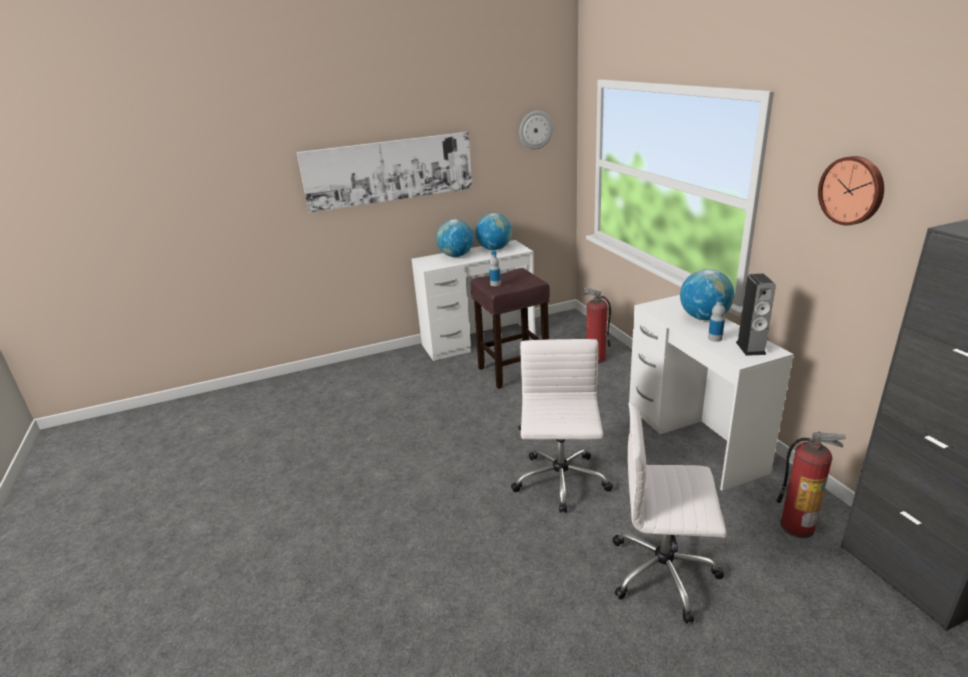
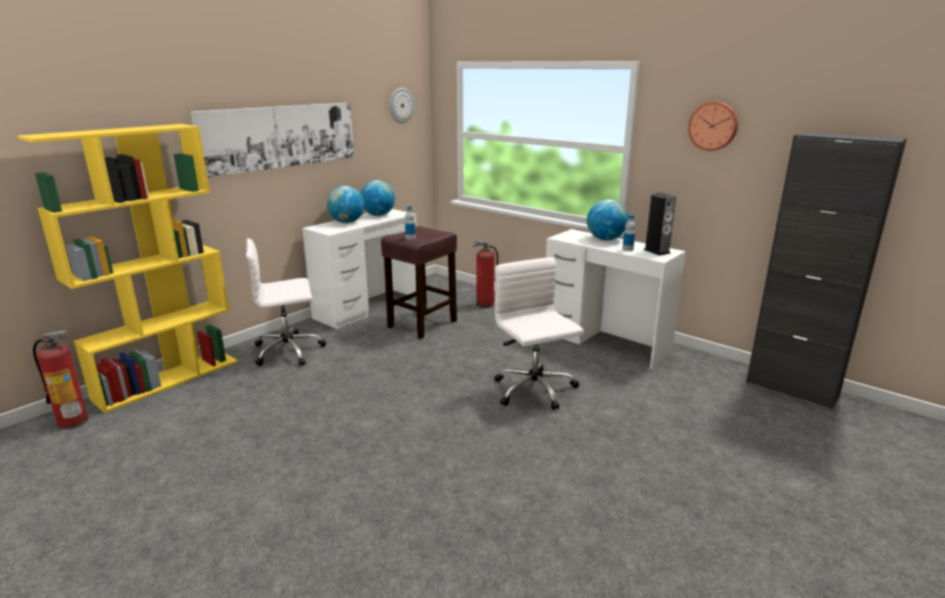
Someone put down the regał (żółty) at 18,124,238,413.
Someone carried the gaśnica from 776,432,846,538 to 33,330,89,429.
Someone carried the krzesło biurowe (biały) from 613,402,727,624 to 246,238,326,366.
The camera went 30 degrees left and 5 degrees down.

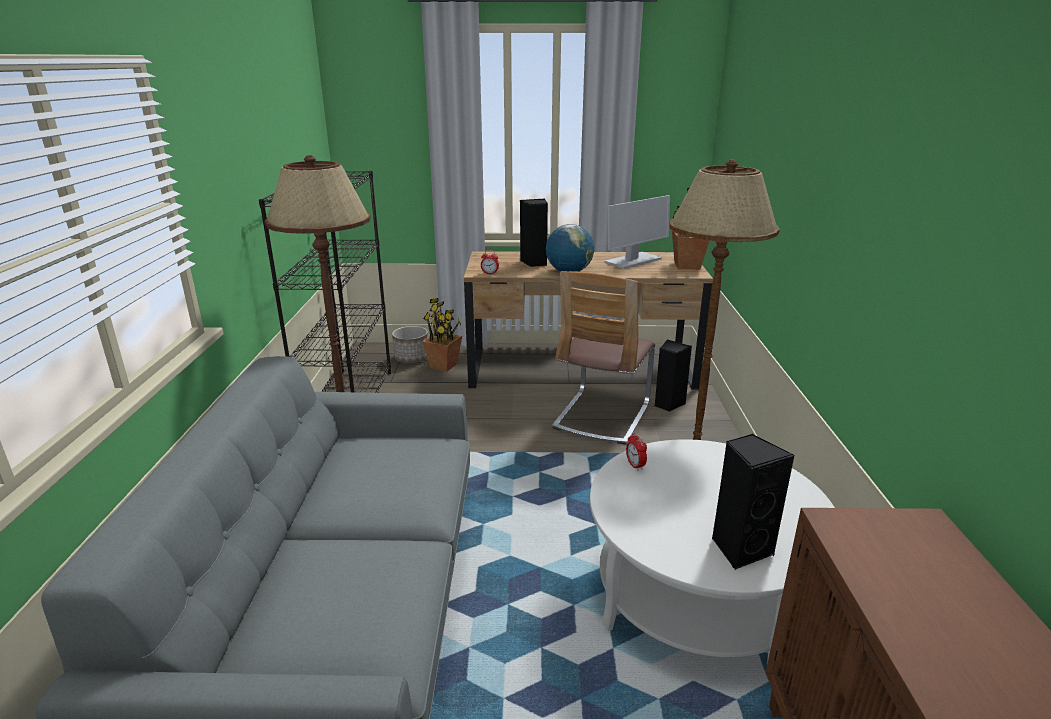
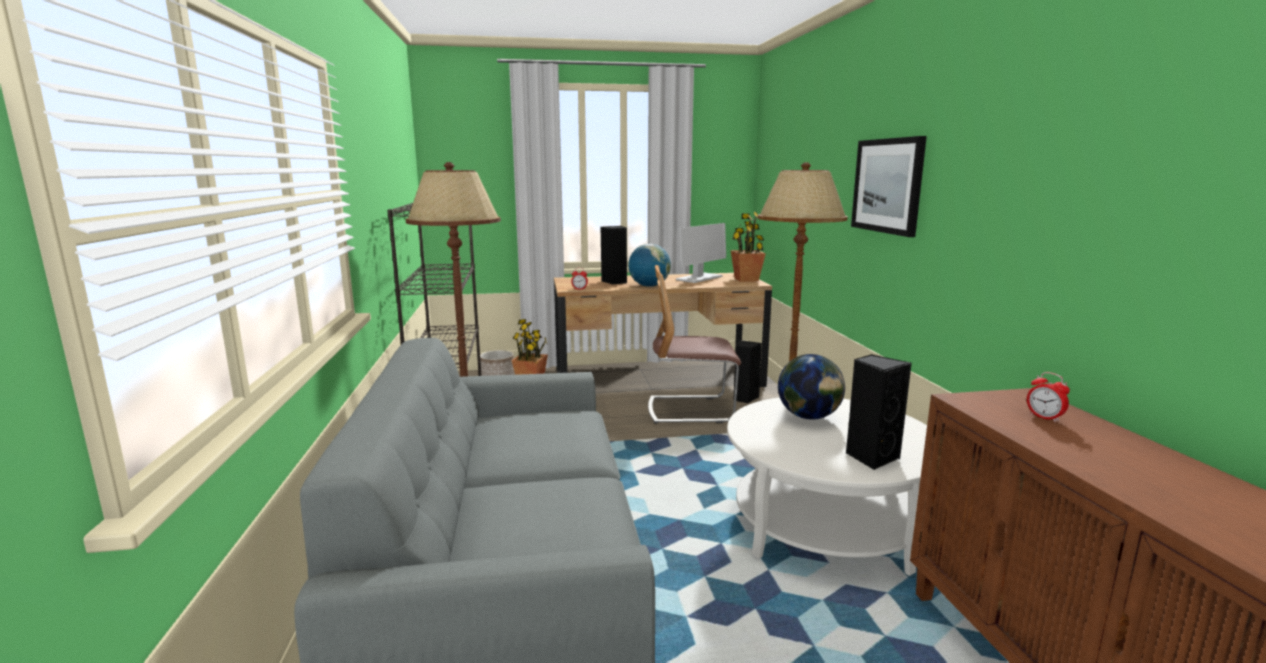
Someone rotated the krzesło at 552,271,655,444 by 75 degrees clockwise.
Someone put down the globus at 778,354,845,420.
Someone put up the obraz at 851,136,927,237.
Someone carried the budzik from 626,432,647,471 to 1027,372,1070,422.
The camera went 10 degrees left and 10 degrees down.

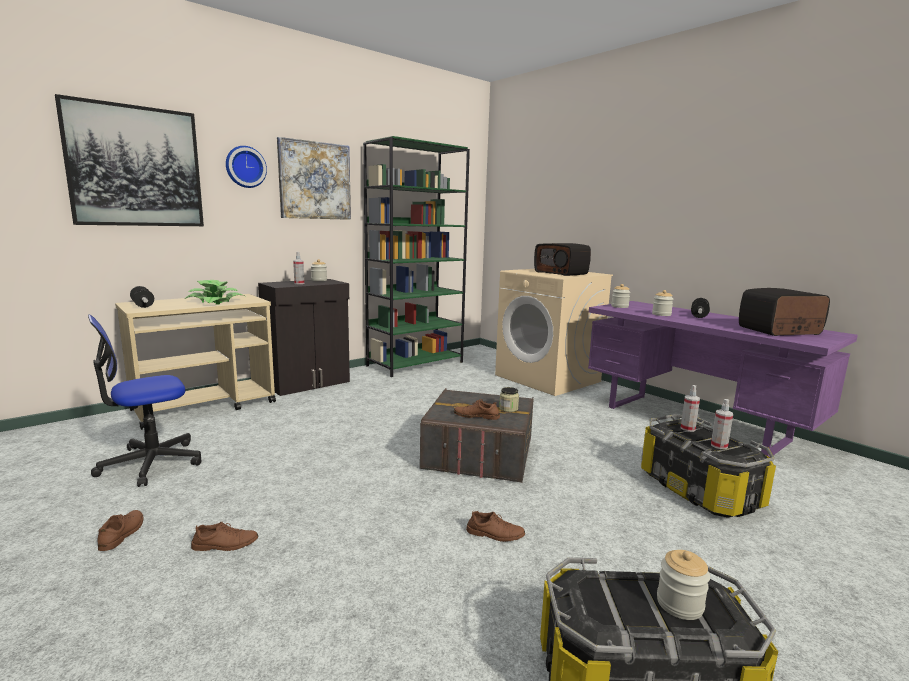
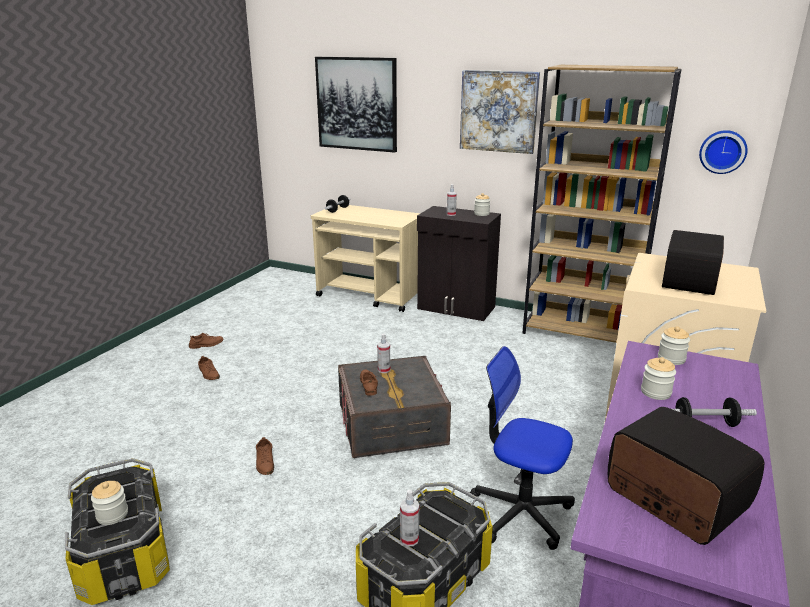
Someone carried the spryskiwacz from 681,385,700,432 to 377,333,390,373.
Someone carried the krzesło biurowe from 88,314,202,487 to 470,346,575,550.
Someone repainted the regał (zielony) at 363,136,470,377, which became the regał (brązowy) at 522,65,681,343.
Someone carried the zegar ścienny from 226,146,267,188 to 699,130,748,174.
Someone took away the roślina doniczkowa at 185,280,243,304.
Someone took away the słoik at 499,387,519,412.
The camera went 65 degrees right and 10 degrees up.

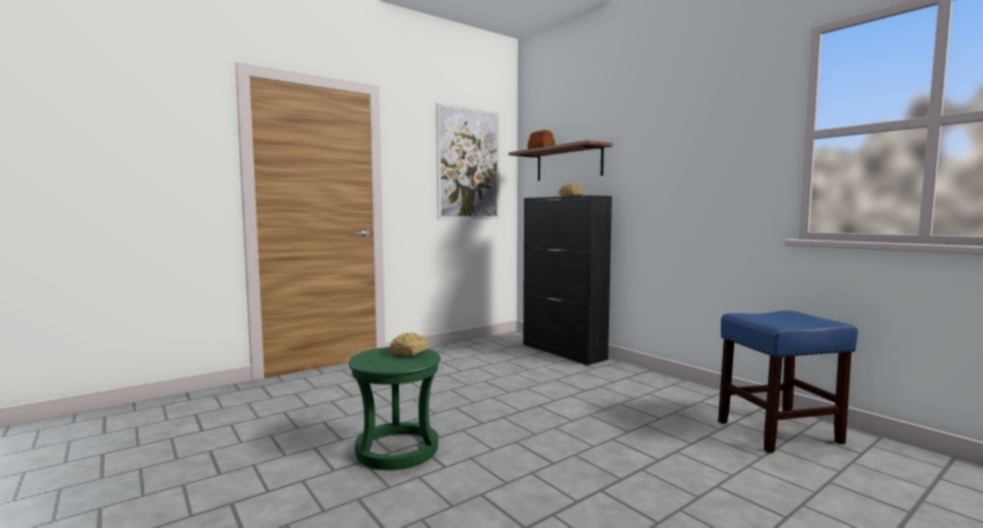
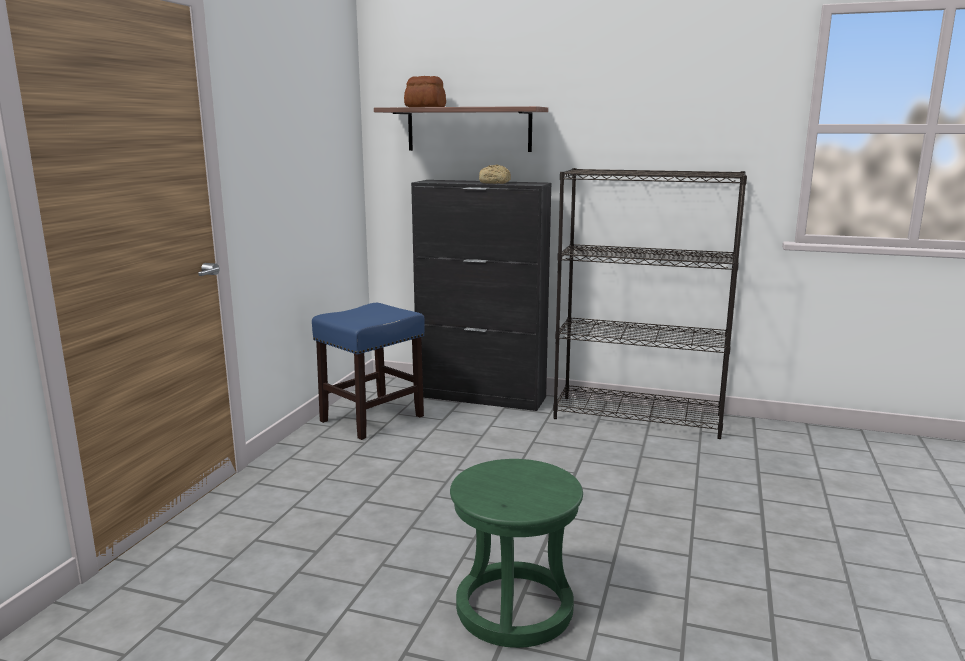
Someone carried the stołek (niebieski) from 718,311,858,453 to 312,303,425,440.
Someone put down the regał (czarny) at 553,168,747,439.
Someone took away the chleb at 389,332,429,357.
Someone took away the obraz at 436,103,500,220.
The camera went 35 degrees left and 10 degrees up.

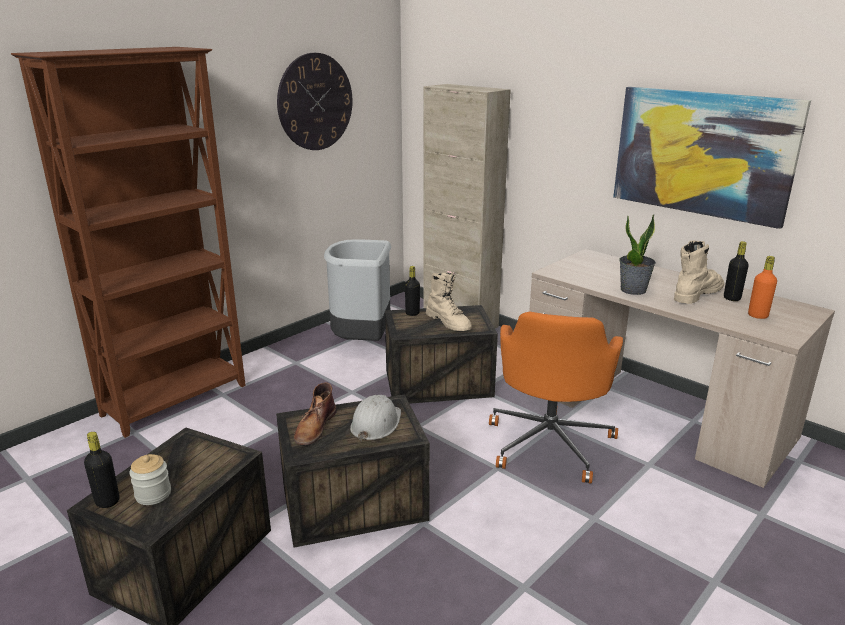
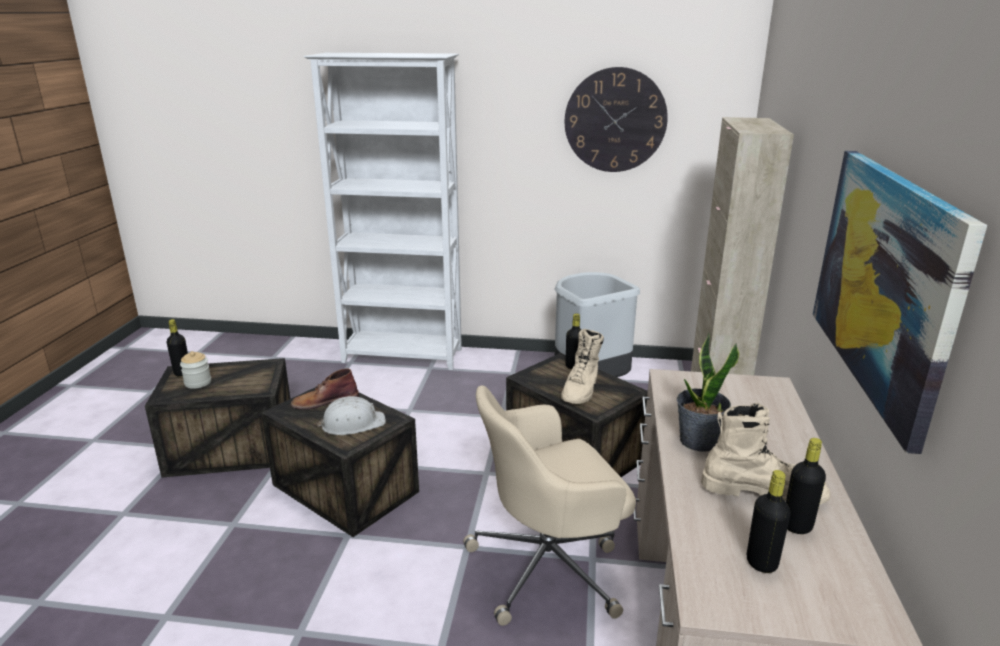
Someone repainted the regał (brązowy) at 11,47,246,438, which became the regał (biały) at 304,53,462,370.
Someone repainted the krzesło biurowe (pomarańczowy) at 489,312,623,484, which became the krzesło biurowe (beżowy) at 463,385,636,626.
Someone repainted the butelka (pomarańczowy) at 748,256,777,319, which became the butelka (czarny) at 747,470,790,573.
The camera went 55 degrees right and 0 degrees up.

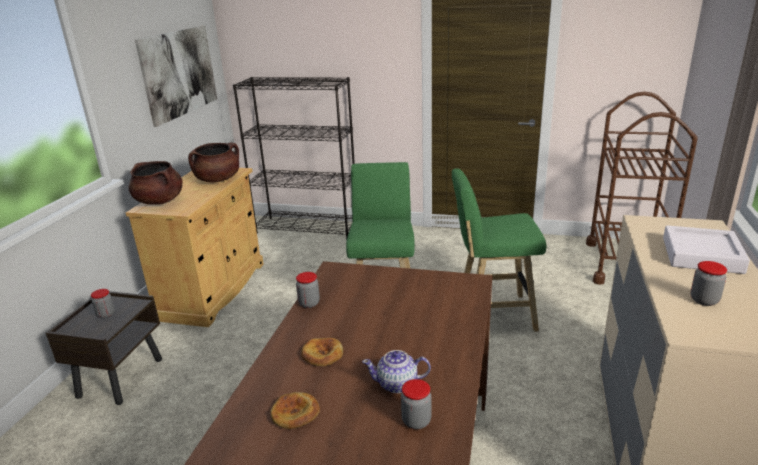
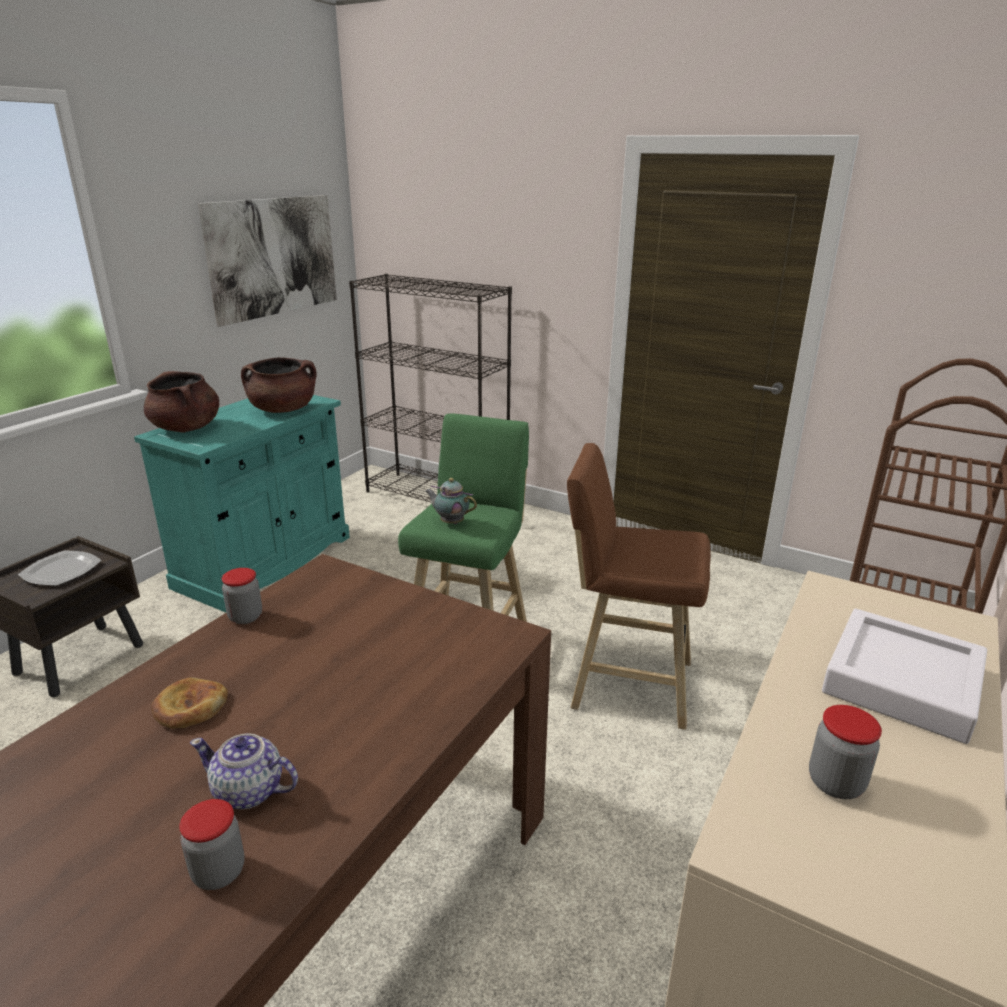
Someone swapped the słoik at 91,289,115,318 for the talerz at 18,550,102,586.
Someone repainted the szafka (beżowy) at 126,168,264,327, which became the szafka (turkusowy) at 134,395,350,612.
Someone put down the imbryk at 425,478,477,524.
Someone repainted the stołek (zielony) at 452,168,546,332, which became the stołek (brązowy) at 567,443,711,730.
Someone took away the chleb at 270,392,320,429.
The camera went 15 degrees right and 0 degrees up.

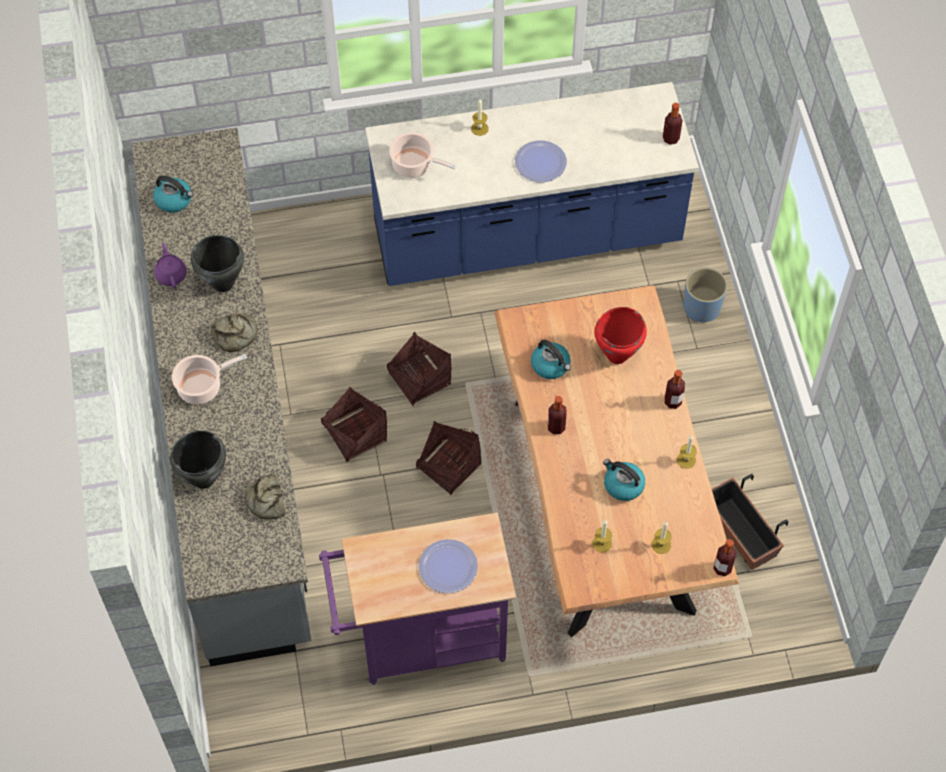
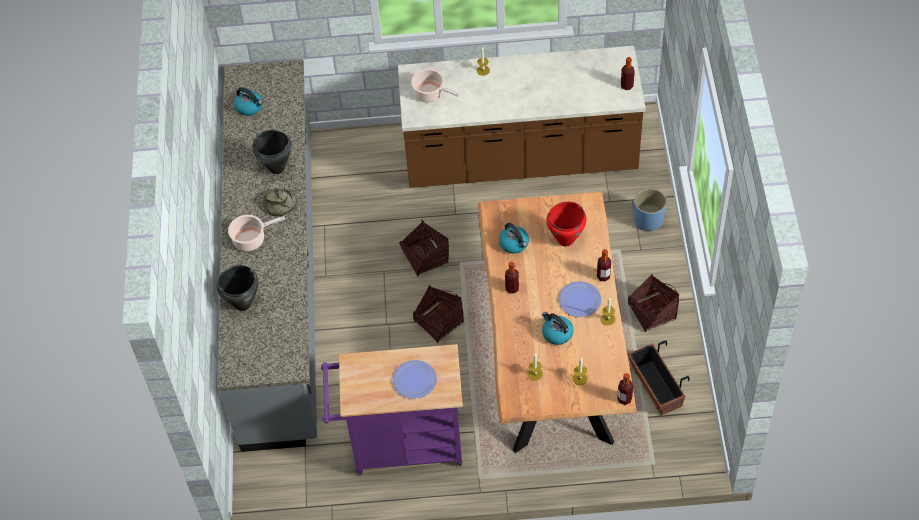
Someone repainted the zabudowa kuchenna (niebieski) at 365,82,699,286, which became the zabudowa kuchenna (brązowy) at 398,46,645,188.
Someone carried the talerz from 515,140,567,182 to 558,281,601,317.
Someone carried the koszyk from 321,387,387,462 to 628,274,679,332.
Someone took away the imbryk (fioletowy) at 154,242,187,288.
Someone took away the chleb at 245,475,285,520.
The camera went 10 degrees right and 5 degrees down.

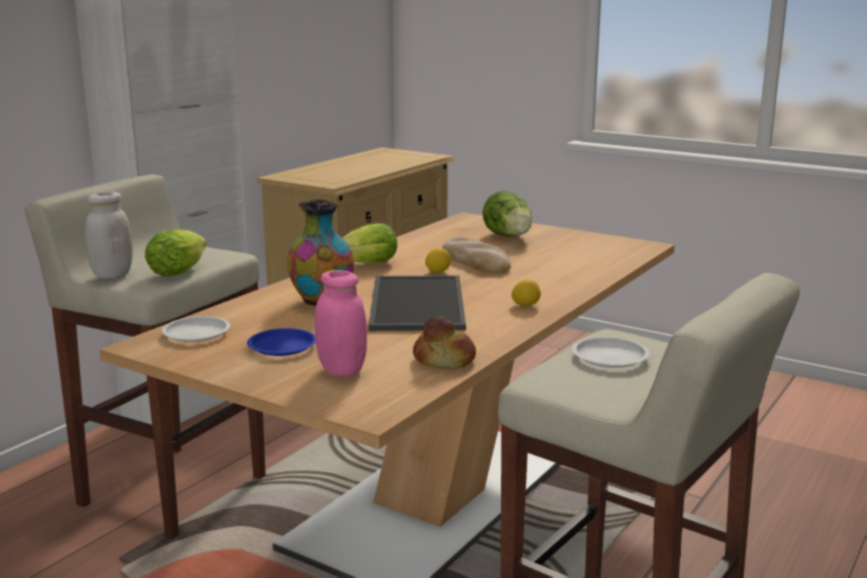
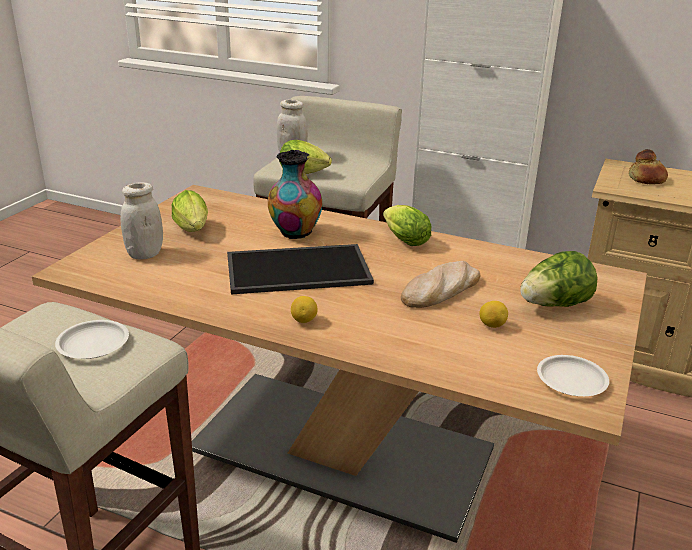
Someone repainted the słoik (różowy) at 315,270,367,377, which became the słoik (biały) at 120,182,163,260.
Someone swapped the talerz (niebieski) at 247,328,316,356 for the sałata at 172,190,208,232.
Someone carried the cytryna from 425,248,451,273 to 479,301,508,328.
Someone carried the talerz (biały) from 162,316,230,342 to 537,355,609,396.
Someone carried the chleb from 413,316,476,369 to 629,149,668,184.
The camera went 80 degrees right and 10 degrees up.

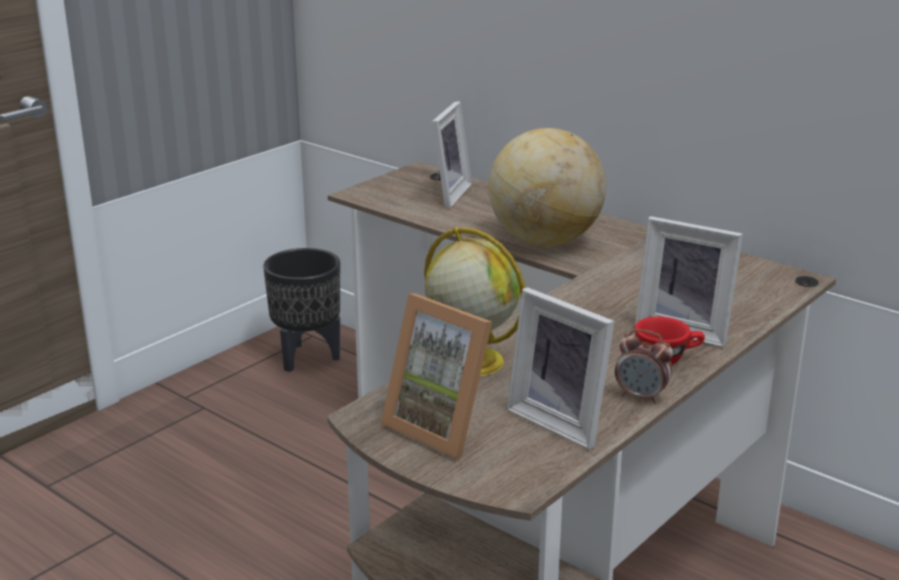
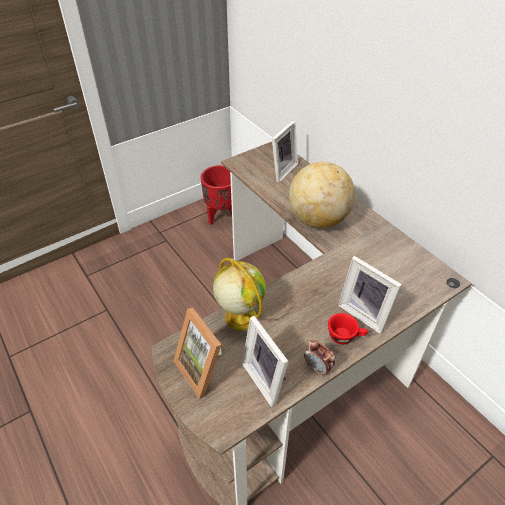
Someone repainted the donica (czarny) at 263,248,340,372, which became the donica (czerwony) at 201,165,232,225.
The camera went 15 degrees right and 20 degrees up.

